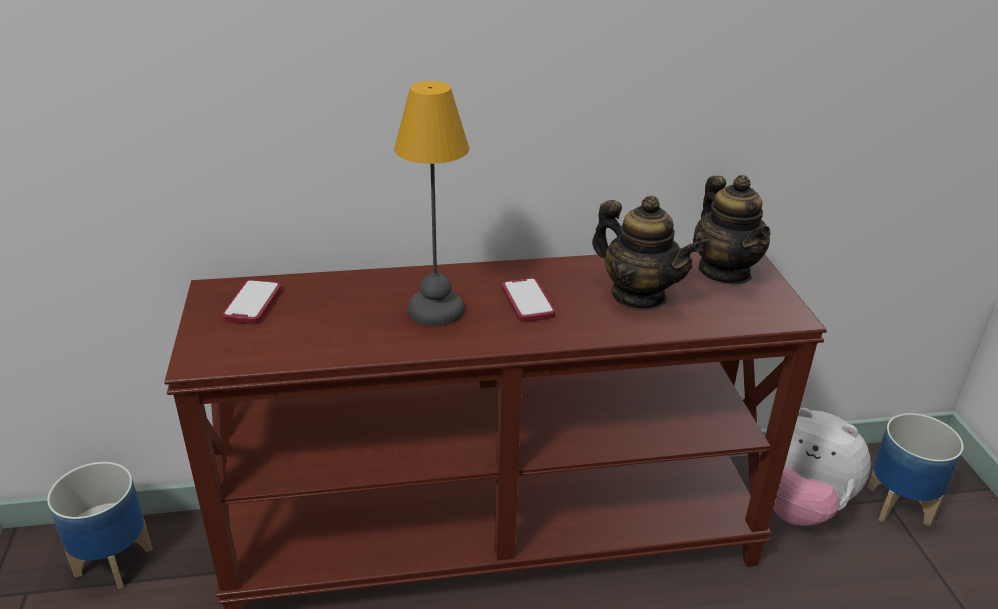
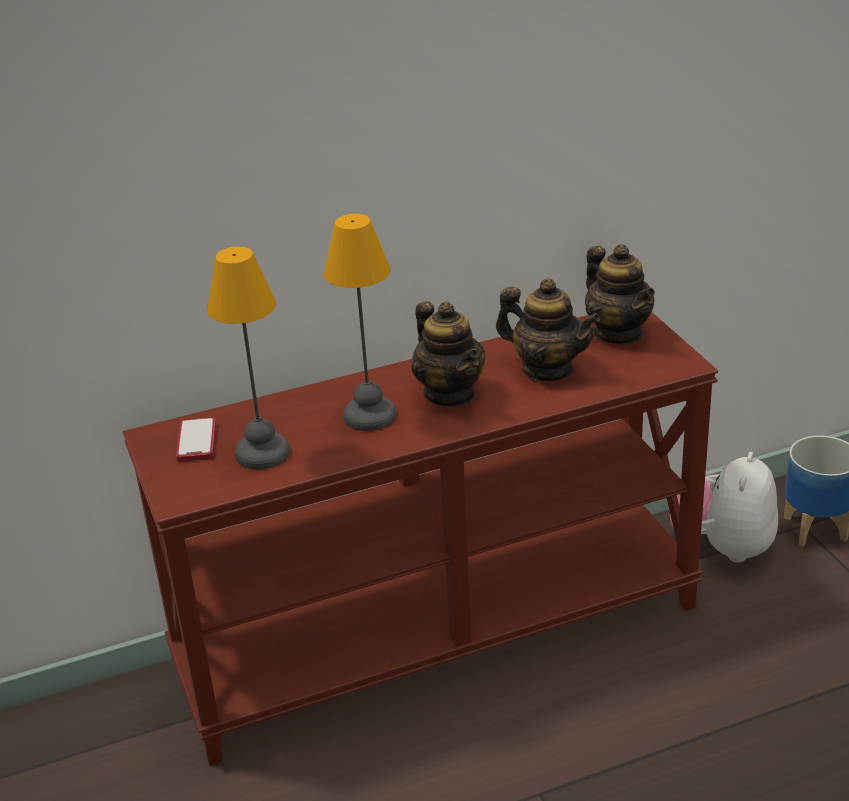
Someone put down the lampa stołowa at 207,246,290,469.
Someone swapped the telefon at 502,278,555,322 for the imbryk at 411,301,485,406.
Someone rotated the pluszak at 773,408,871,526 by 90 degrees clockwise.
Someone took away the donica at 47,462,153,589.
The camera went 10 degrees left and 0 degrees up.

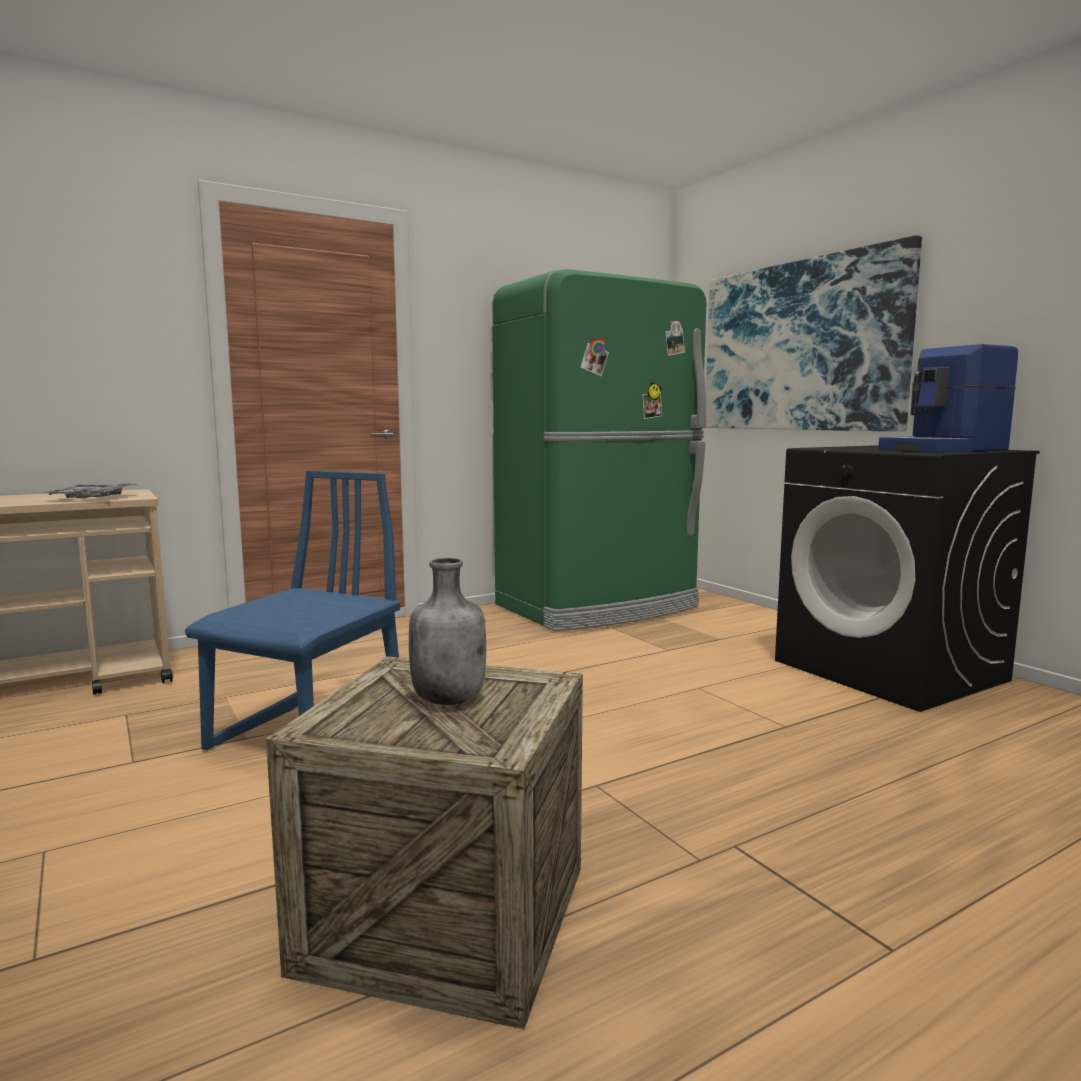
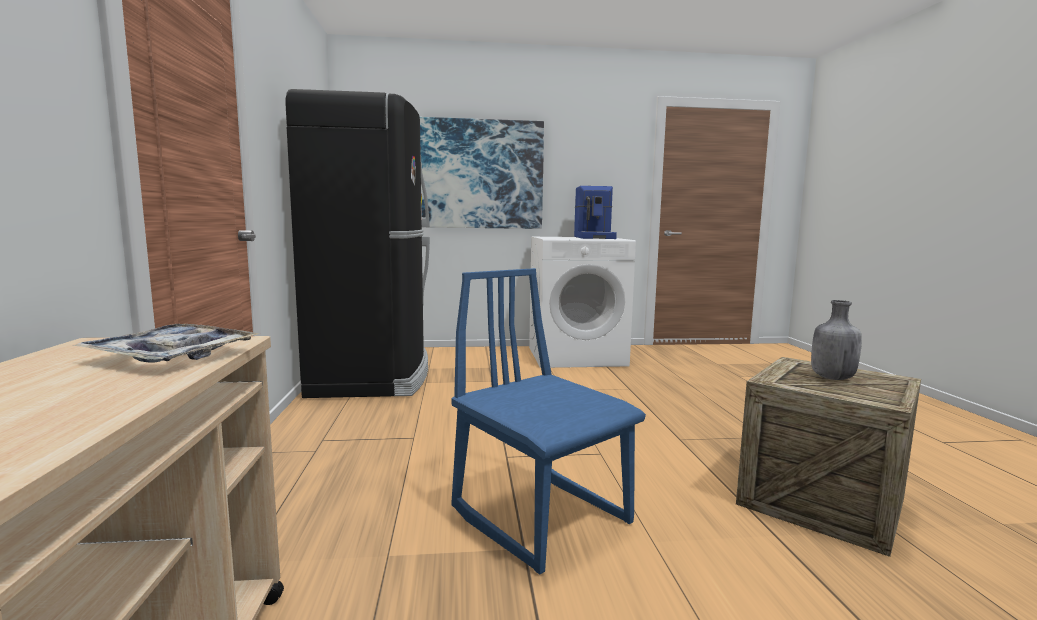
Someone repainted the lodówka (zielony) at 492,269,706,631, which became the lodówka (czarny) at 286,89,430,398.
Someone repainted the pralka (czarny) at 775,445,1040,712, which became the pralka (biały) at 529,237,636,368.
The camera went 65 degrees left and 0 degrees up.

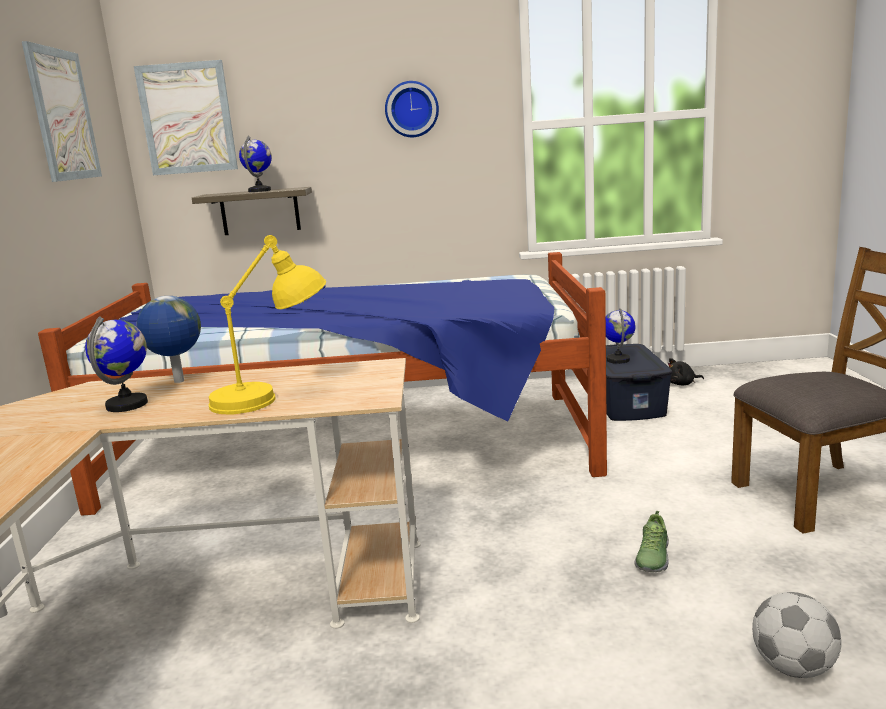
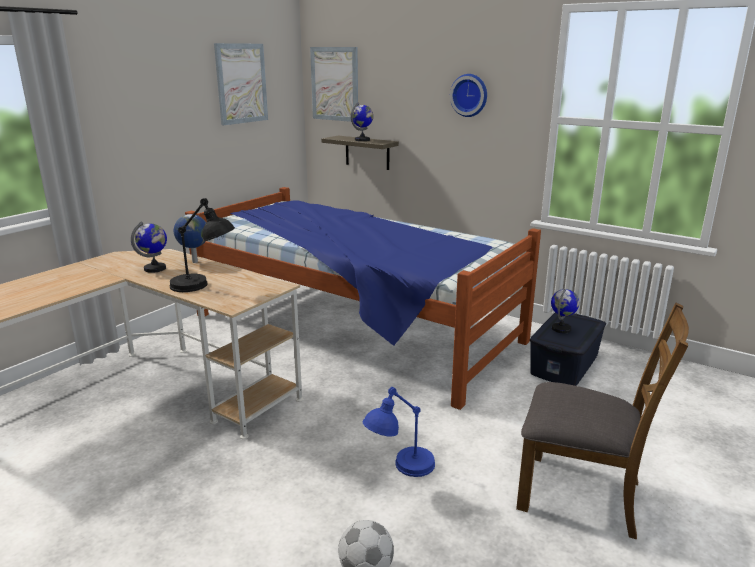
Someone repainted the lampa stołowa (żółty) at 209,235,326,414, which became the lampa stołowa (czarny) at 170,198,235,292.
Someone swapped the but at 635,511,669,572 for the lampa stołowa (niebieski) at 363,387,435,477.
Someone took away the pluszak (czarny) at 668,358,704,385.
The camera went 35 degrees right and 5 degrees up.

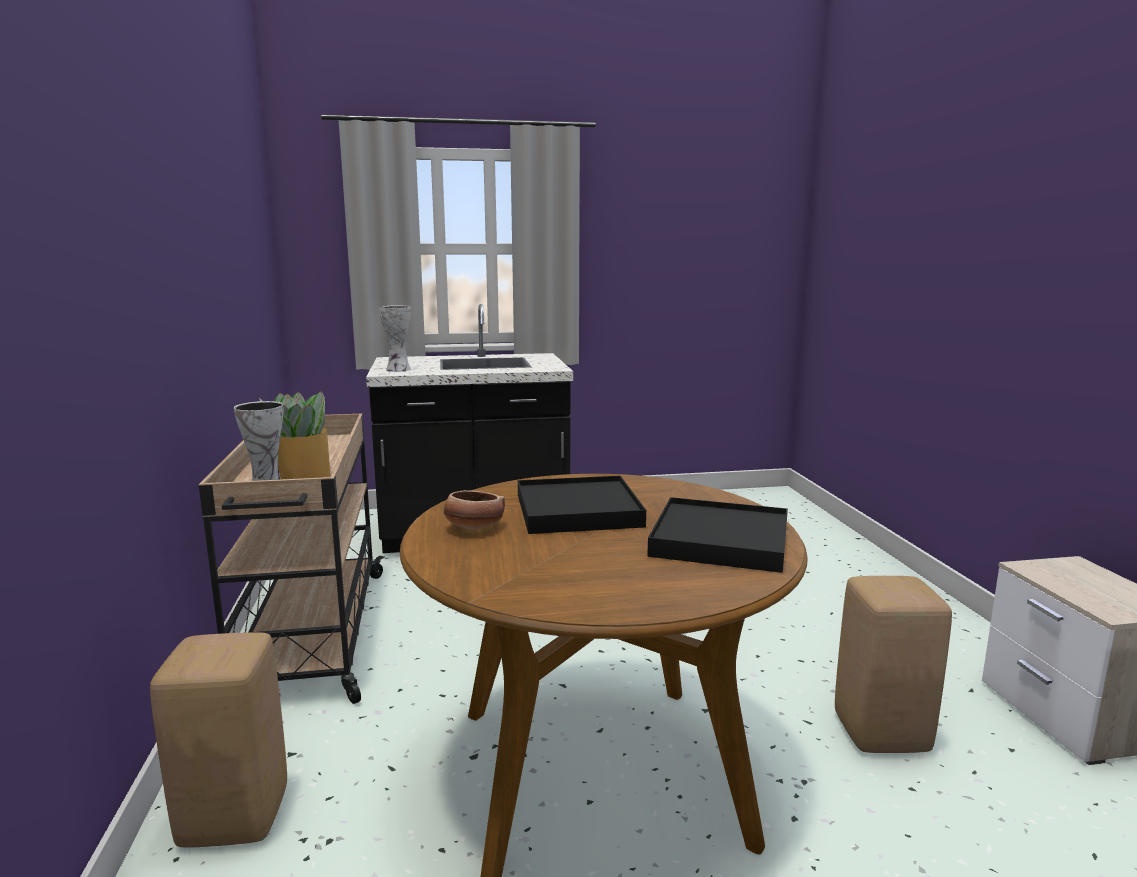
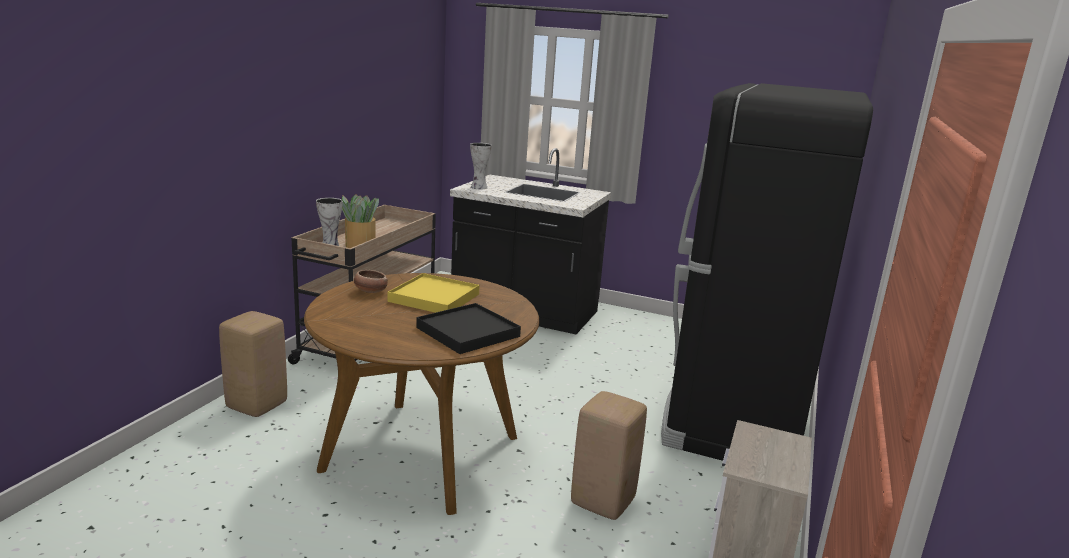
Someone repainted the taca (czarny) at 518,476,646,534, which became the taca (żółty) at 387,273,480,313.
Someone put down the lodówka (czarny) at 661,83,873,461.
The camera went 30 degrees right and 5 degrees up.

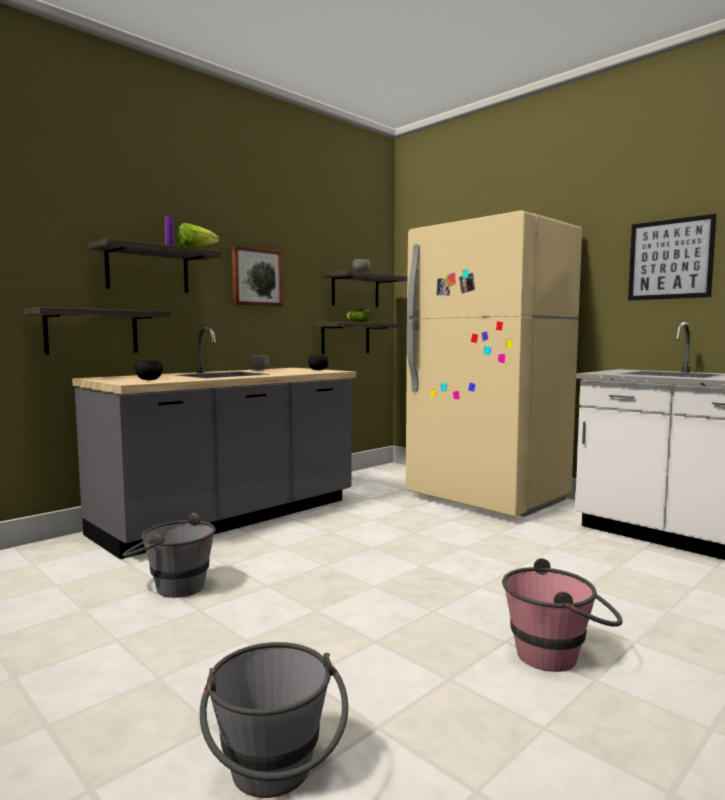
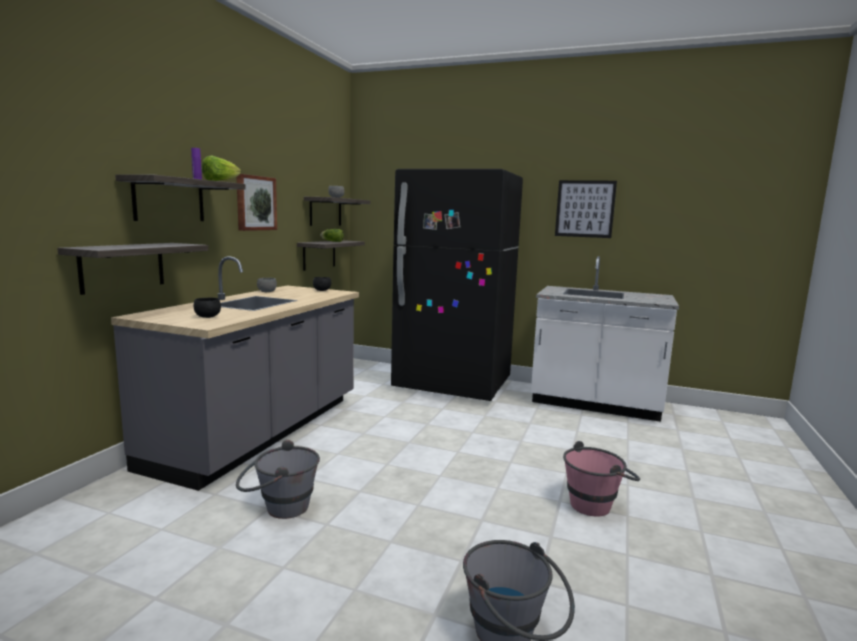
Someone repainted the lodówka (beżowy) at 406,210,582,517, which became the lodówka (czarny) at 391,169,523,401.
The camera went 25 degrees left and 5 degrees up.

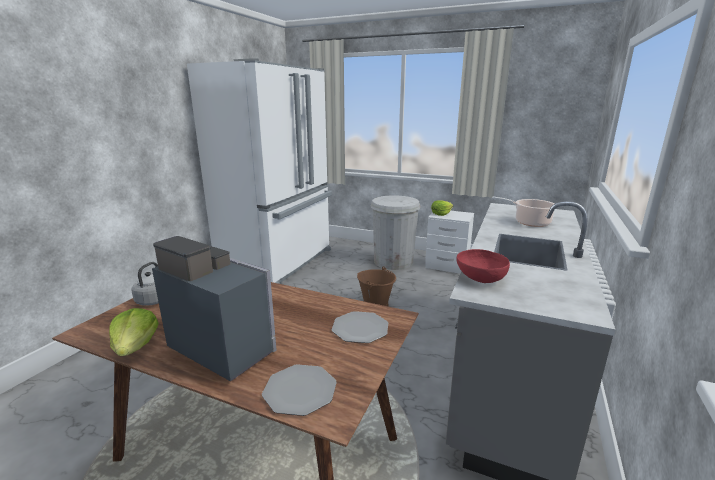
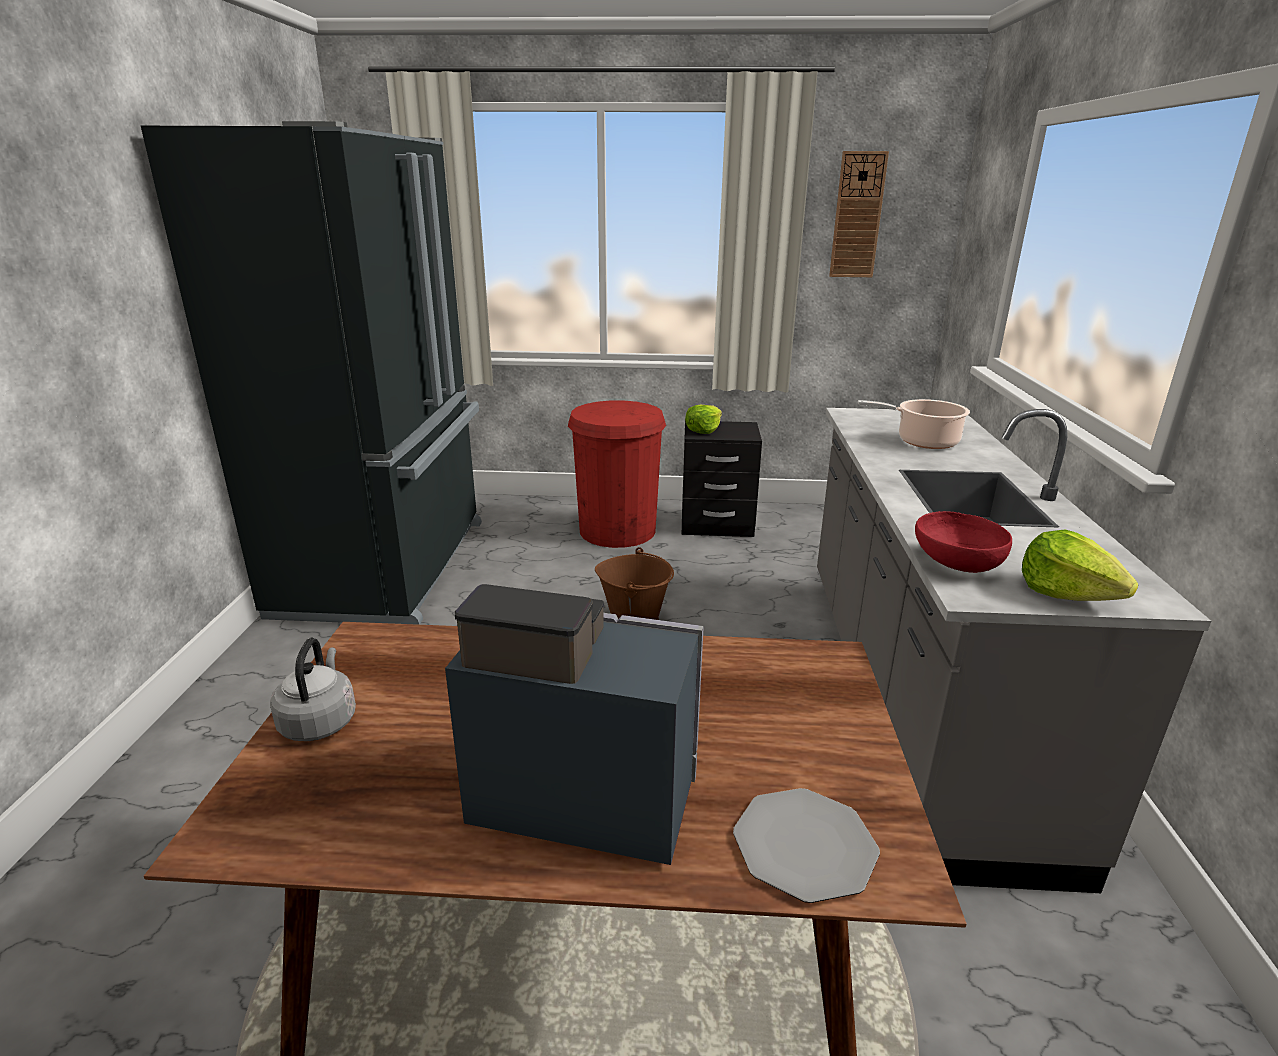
Someone repainted the lodówka (biały) at 187,58,332,284, which became the lodówka (czarny) at 141,121,482,625.
Someone repainted the kosz na śmieci (biały) at 371,196,421,270, which became the kosz na śmieci (czerwony) at 568,401,666,548.
Someone repainted the szafka nocna (biały) at 425,211,474,274, which became the szafka nocna (czarny) at 682,421,762,537.
Someone put up the zegar ścienny at 829,151,889,277.
Someone carried the sałata from 109,308,159,356 to 1022,529,1138,601.
Someone took away the talerz at 332,311,388,343.
The camera went 20 degrees left and 5 degrees up.

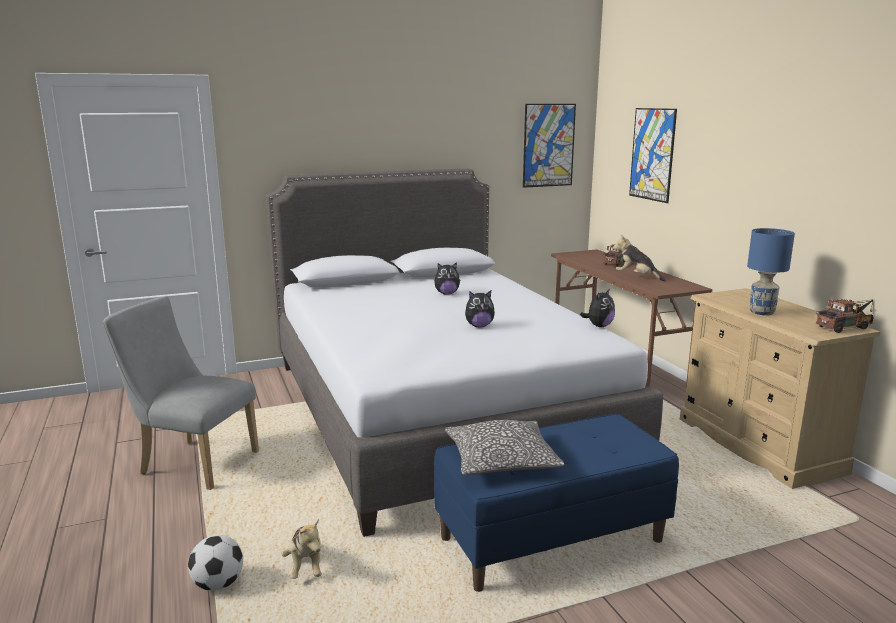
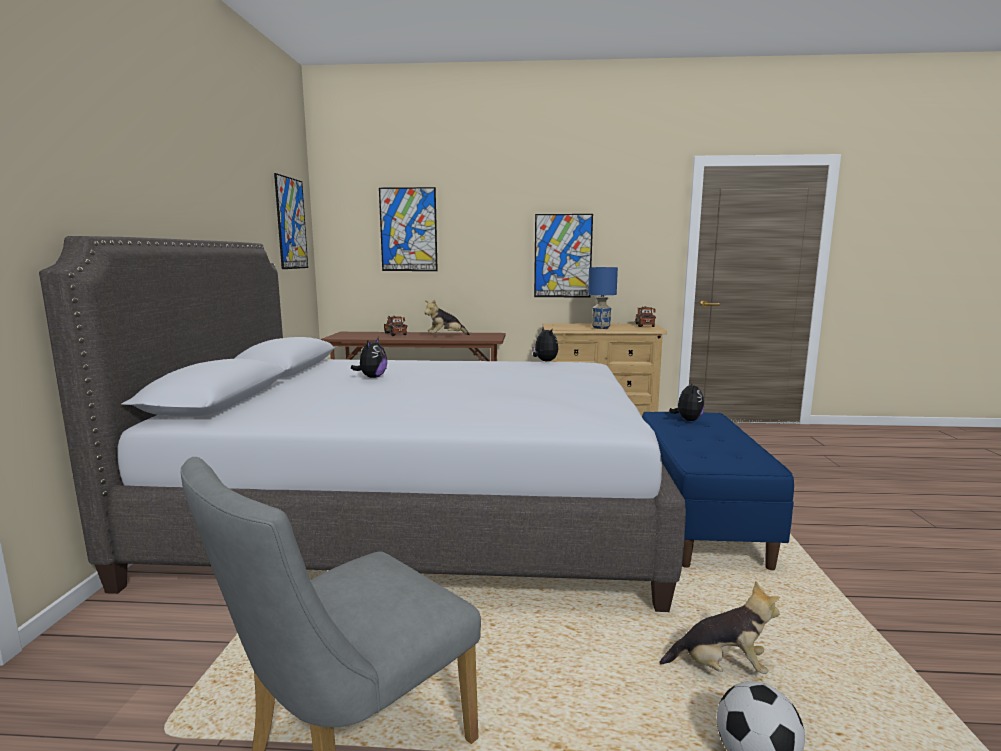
Someone put up the obraz at 534,214,593,297.
Someone carried the pluszak from 465,290,495,327 to 669,381,704,421.
Someone took away the poduszka at 445,420,565,475.
The camera went 65 degrees left and 5 degrees down.

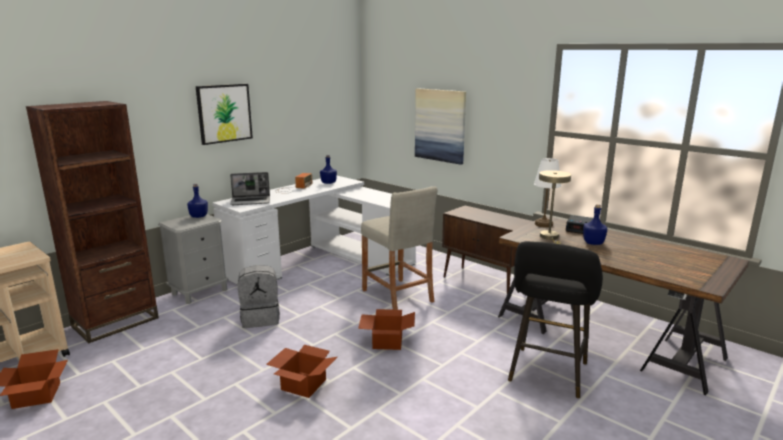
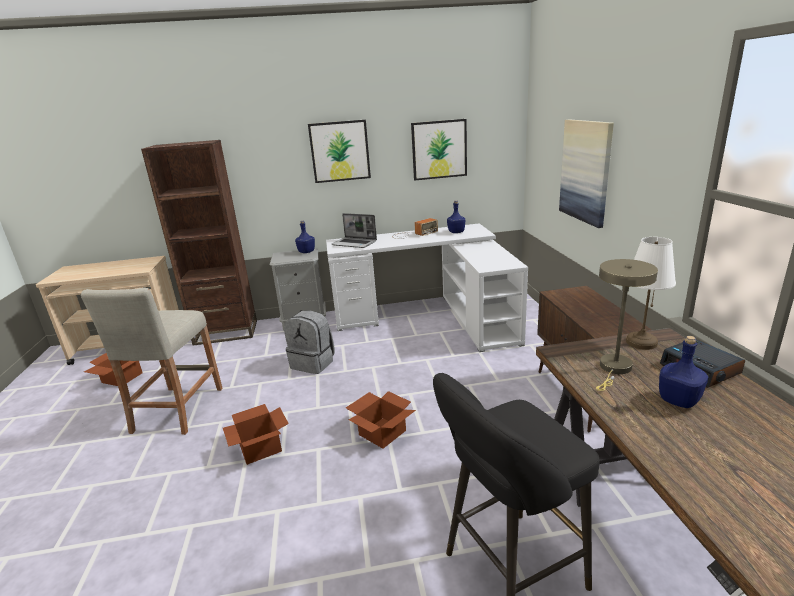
Someone carried the stołek (beżowy) from 361,186,438,310 to 81,288,223,435.
Someone put up the obraz at 411,119,467,180.
The camera went 40 degrees right and 5 degrees up.

